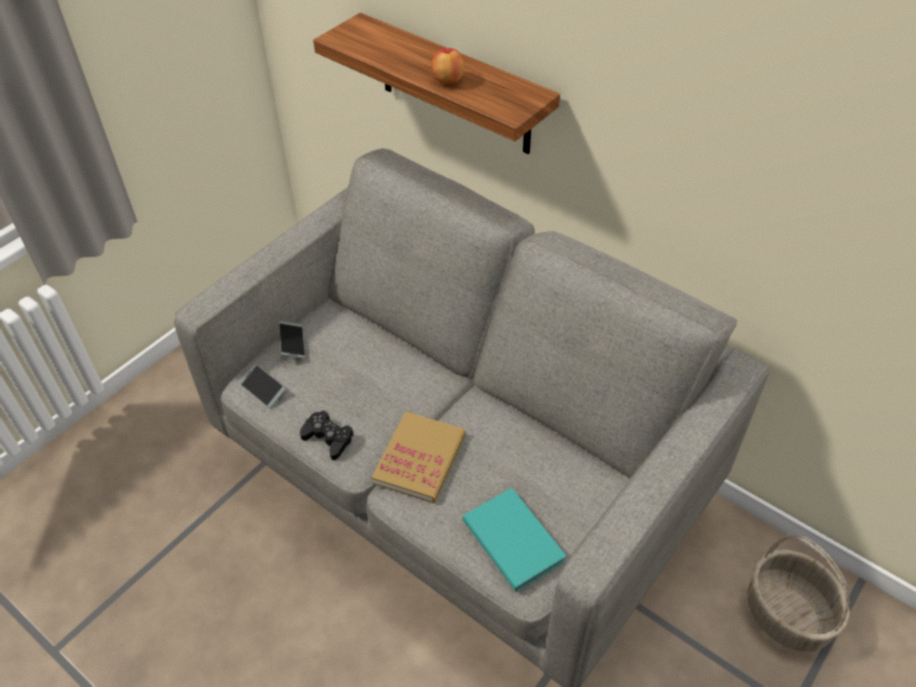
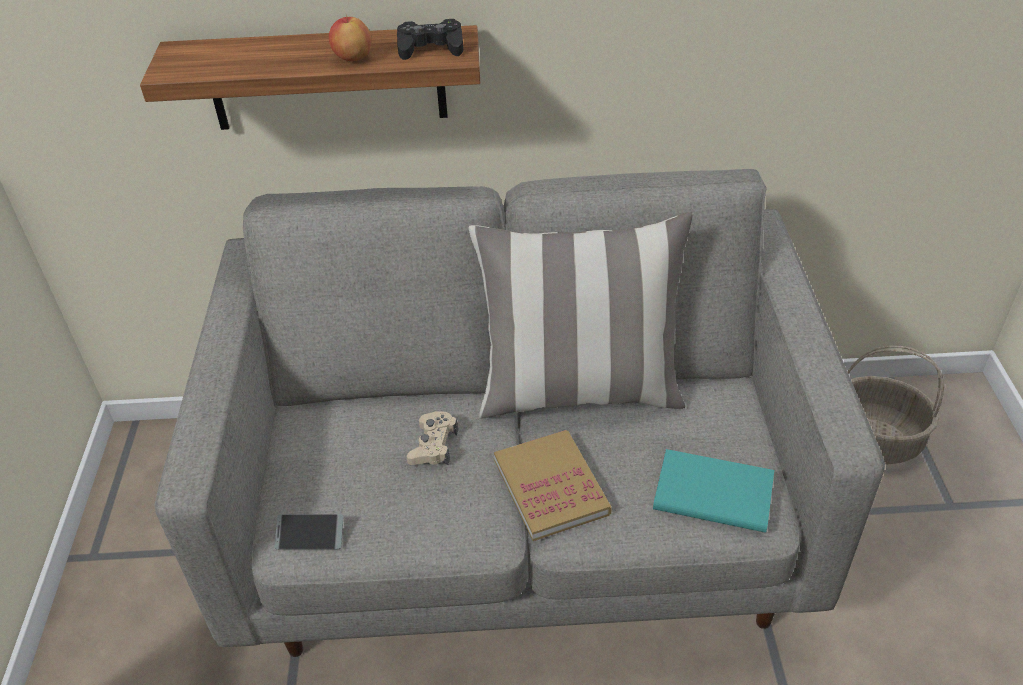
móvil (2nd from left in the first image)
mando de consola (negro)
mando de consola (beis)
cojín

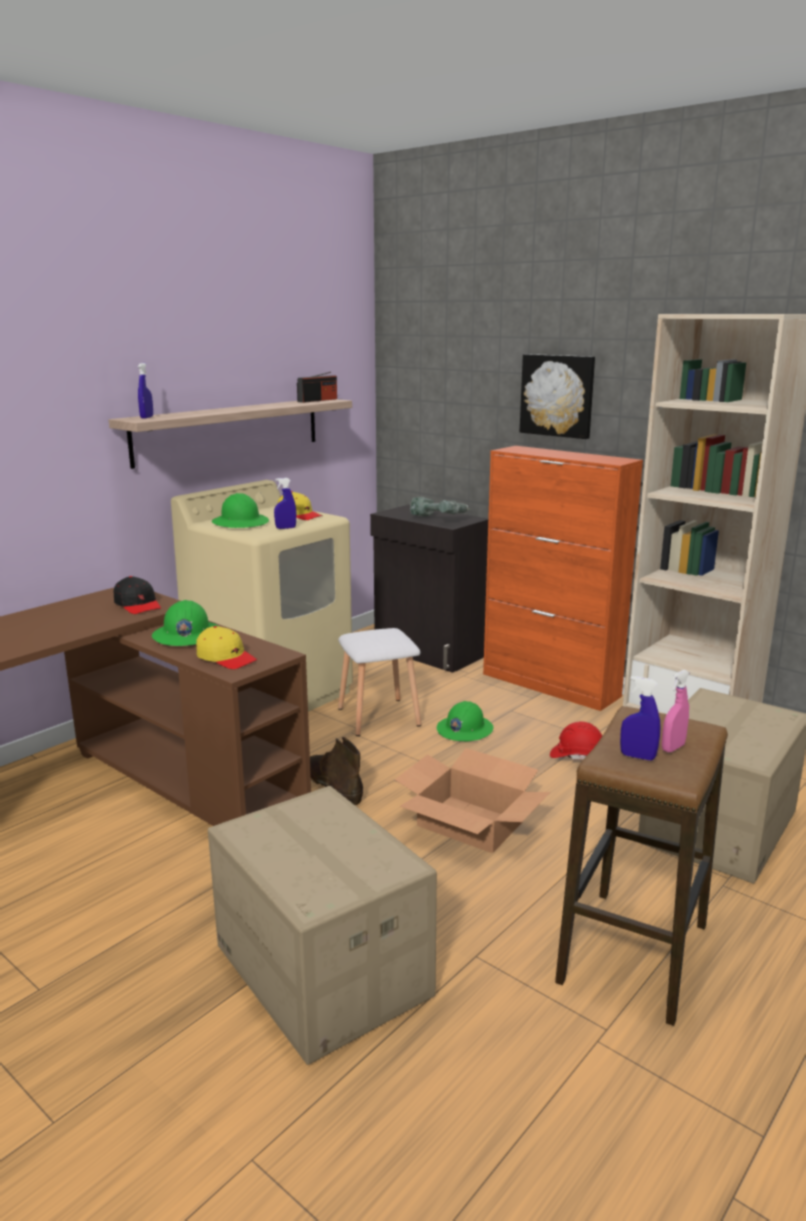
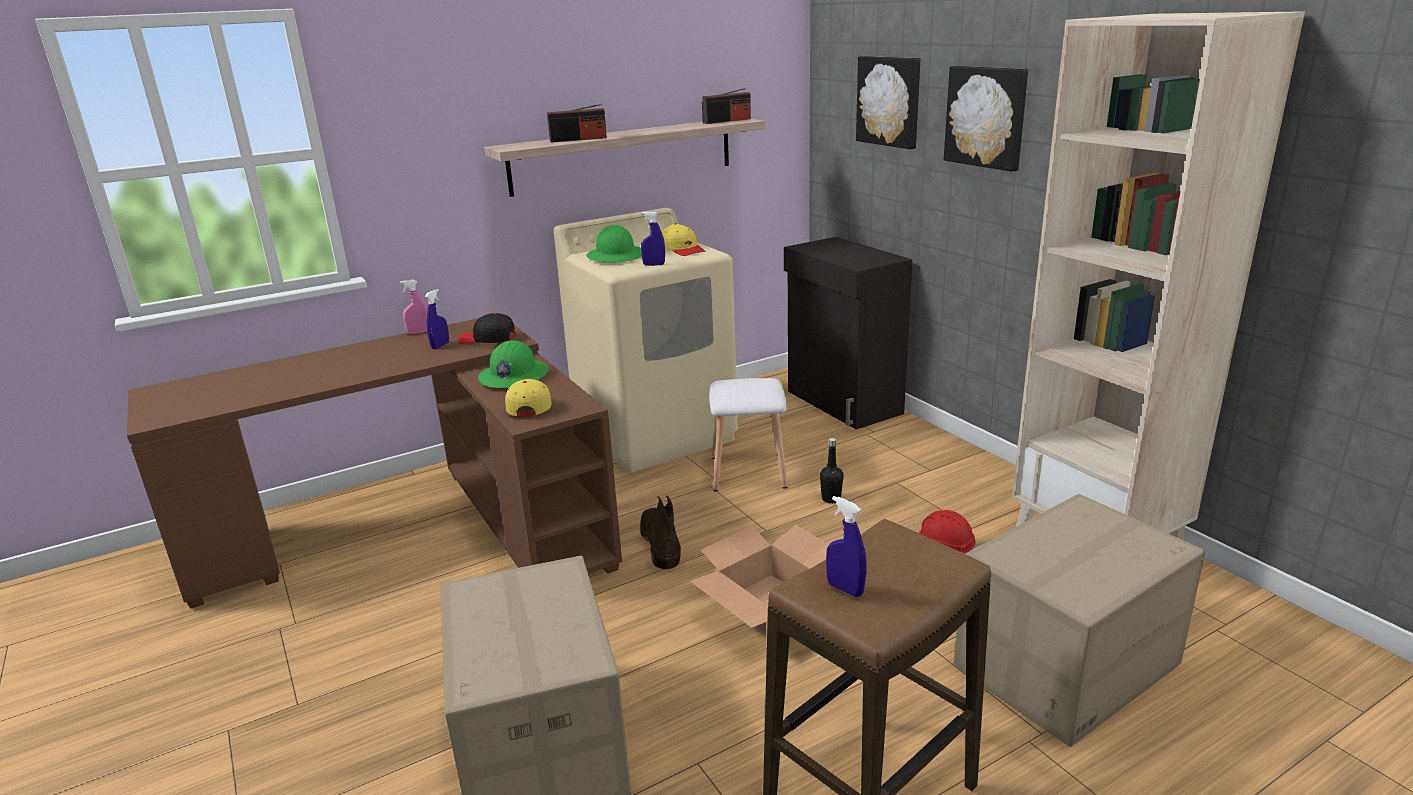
gorra (negro)
pulverizador (azul) (1st from left)
gorra (amarillo) (1st from left)
taladro
botella (negro)
armario (naranja)
pulverizador (rosa)
radio (1st from left)
cuadro (1st from left)

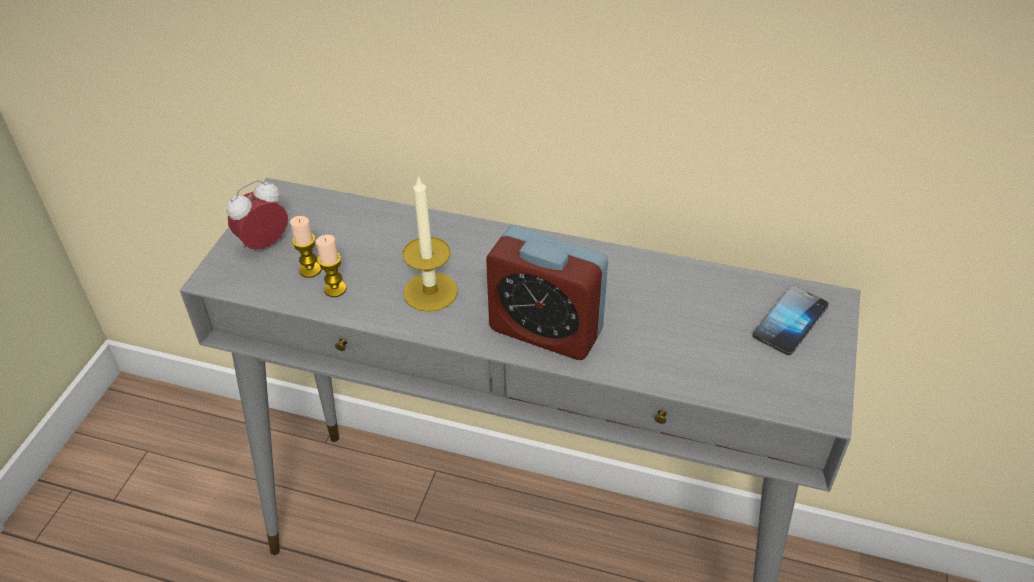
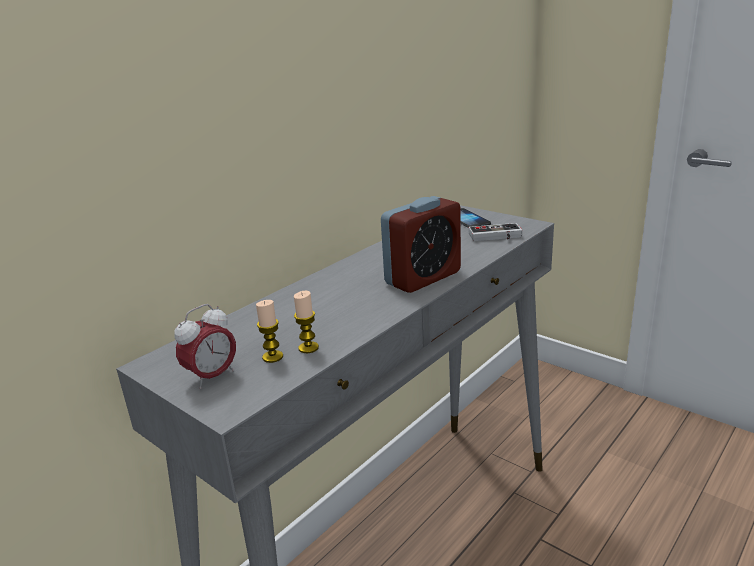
despertador (1st from left)
vela (3rd from left in the first image)
mando de consola

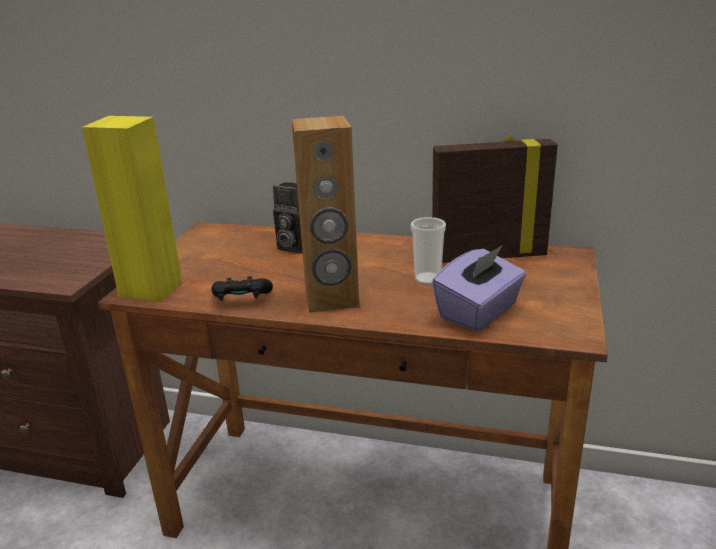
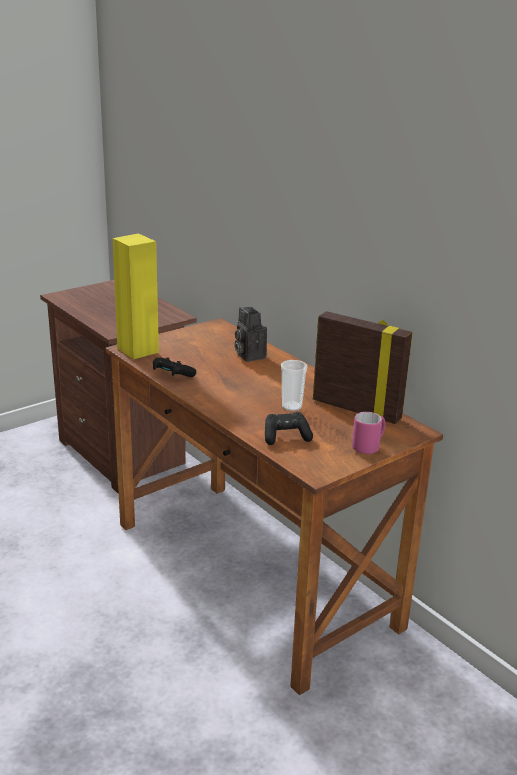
altavoz (marrón)
mando de consola (negro) (2nd from left)
taza grande (rosa)

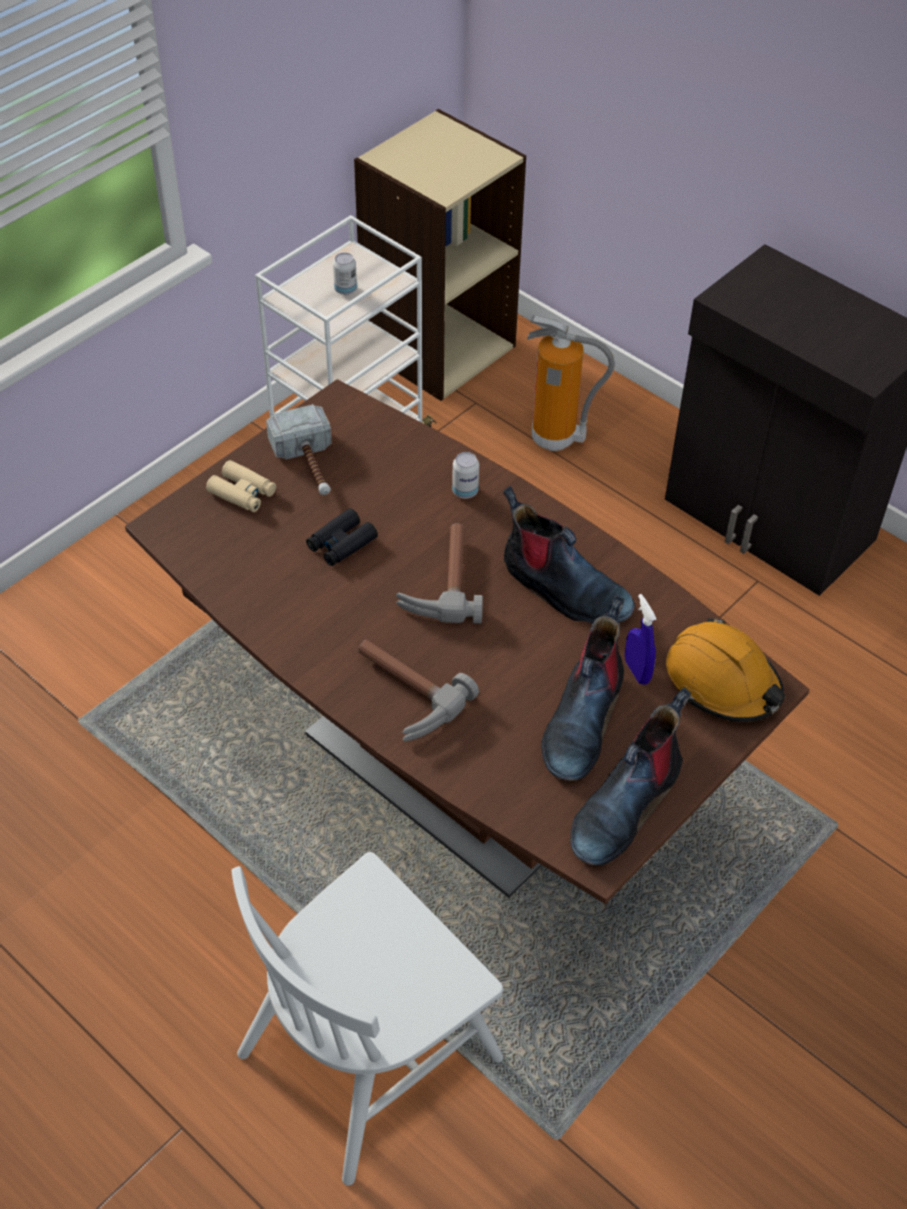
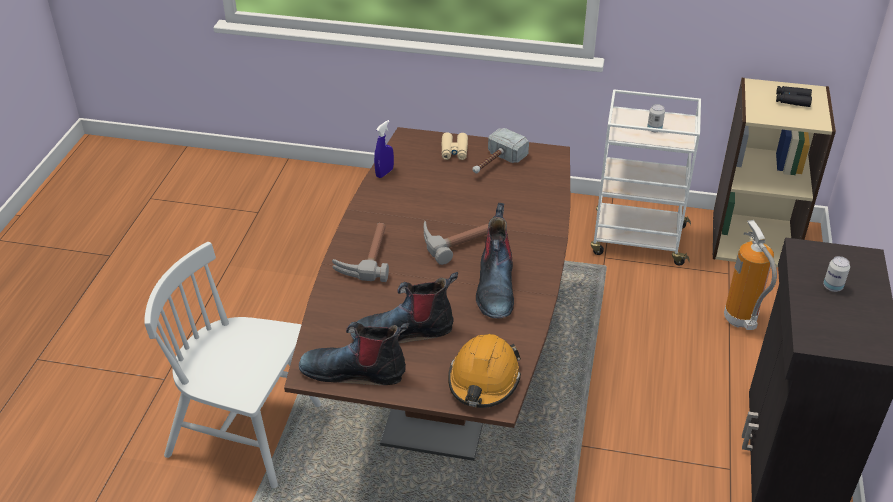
prismáticos (negro)
lata (2nd from left)
pulverizador (azul)

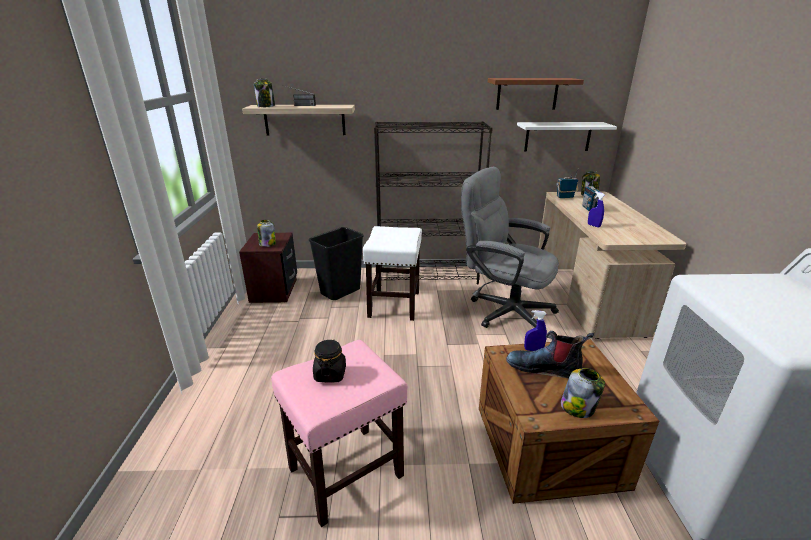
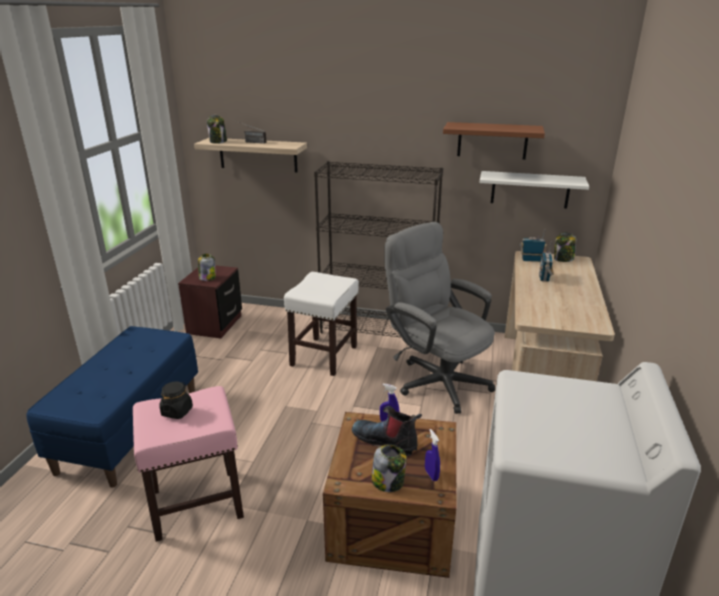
papelera (negro)
pulverizador (azul) (2nd from left)
banco (azul)

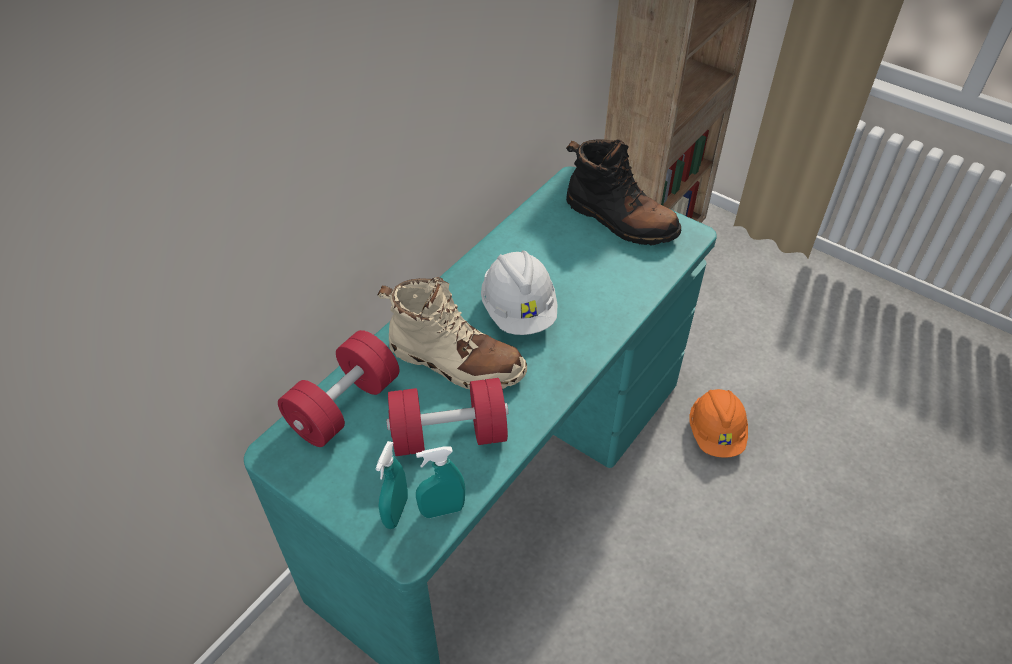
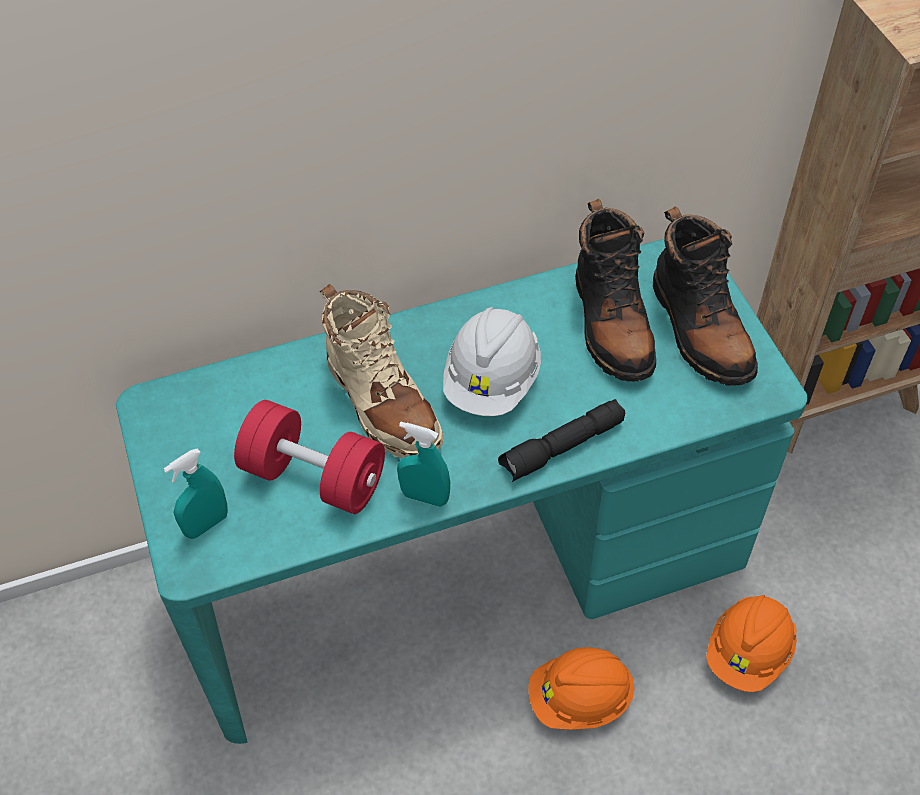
mancuerna (rojo) (1st from left in the first image)
pulverizador (turquesa) (2nd from left)
linterna (negro)
casco (naranja) (1st from left)
bota (negro) (1st from left)

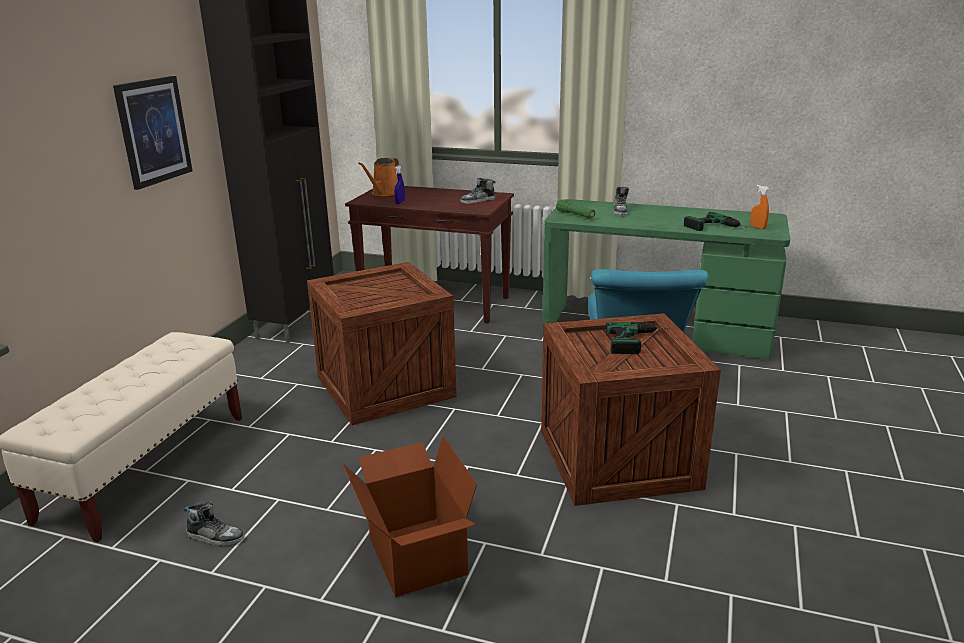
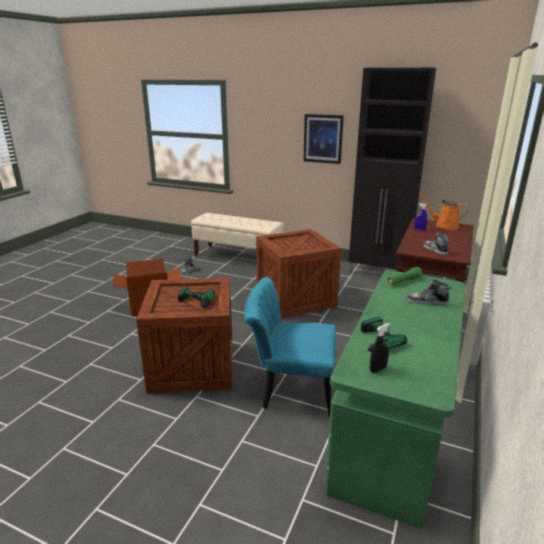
pulverizador (negro)

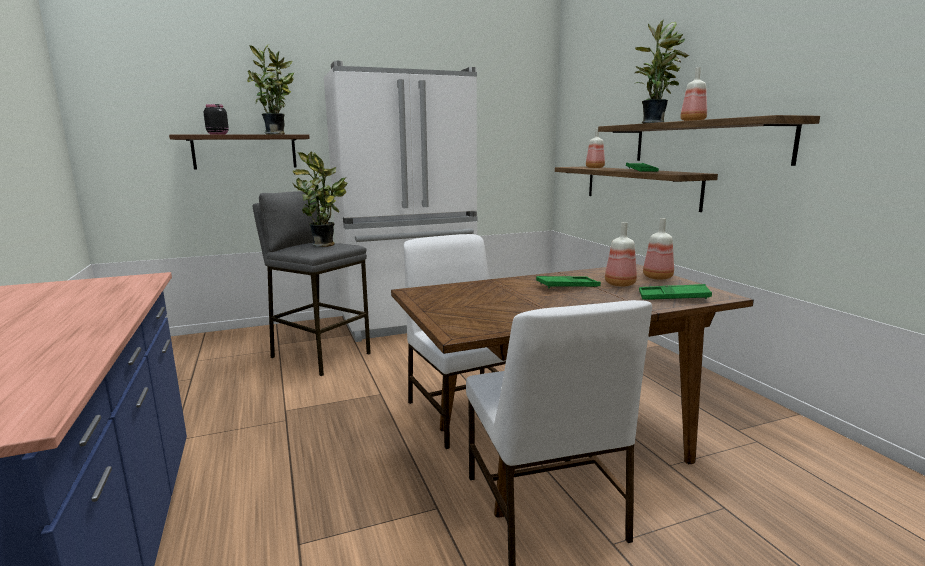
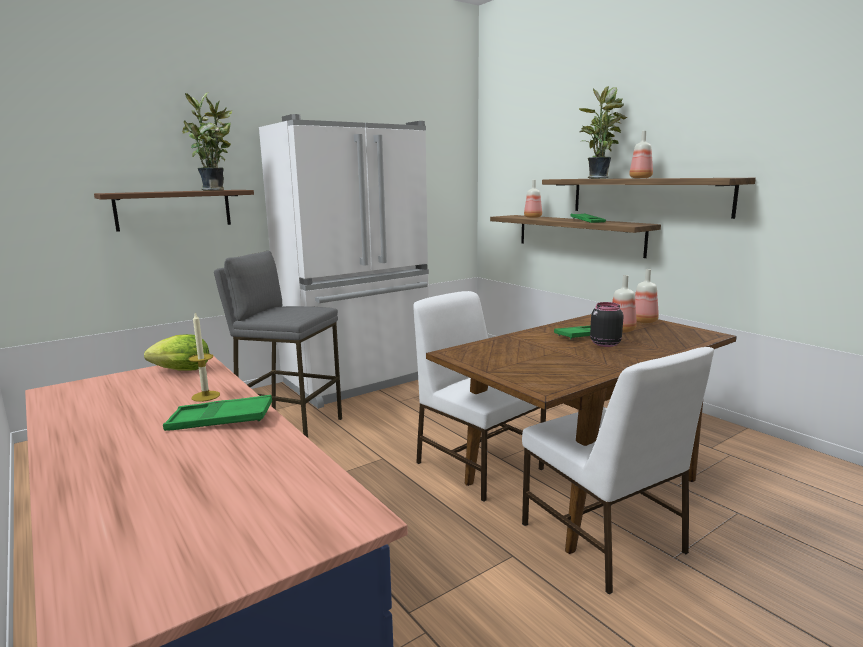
tarro (negro)
planta en maceta (2nd from left in the first image)
bandeja (verde) (1st from left)
lechuga
vela

